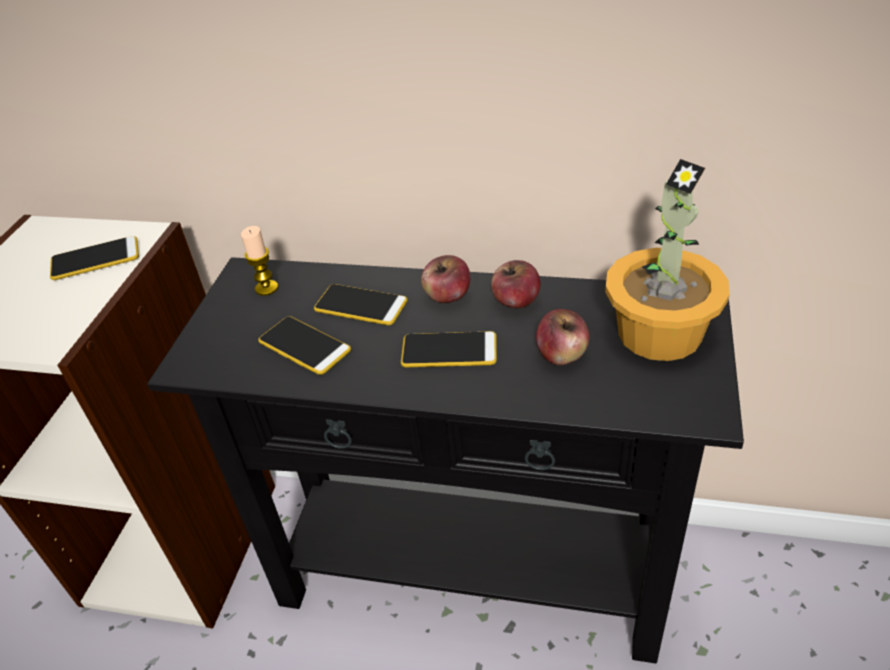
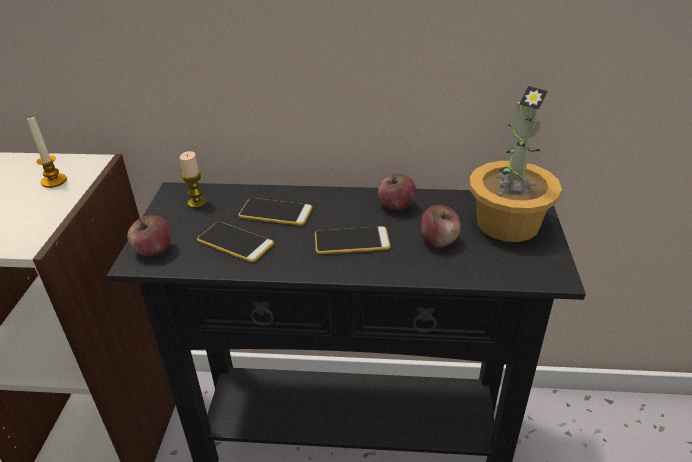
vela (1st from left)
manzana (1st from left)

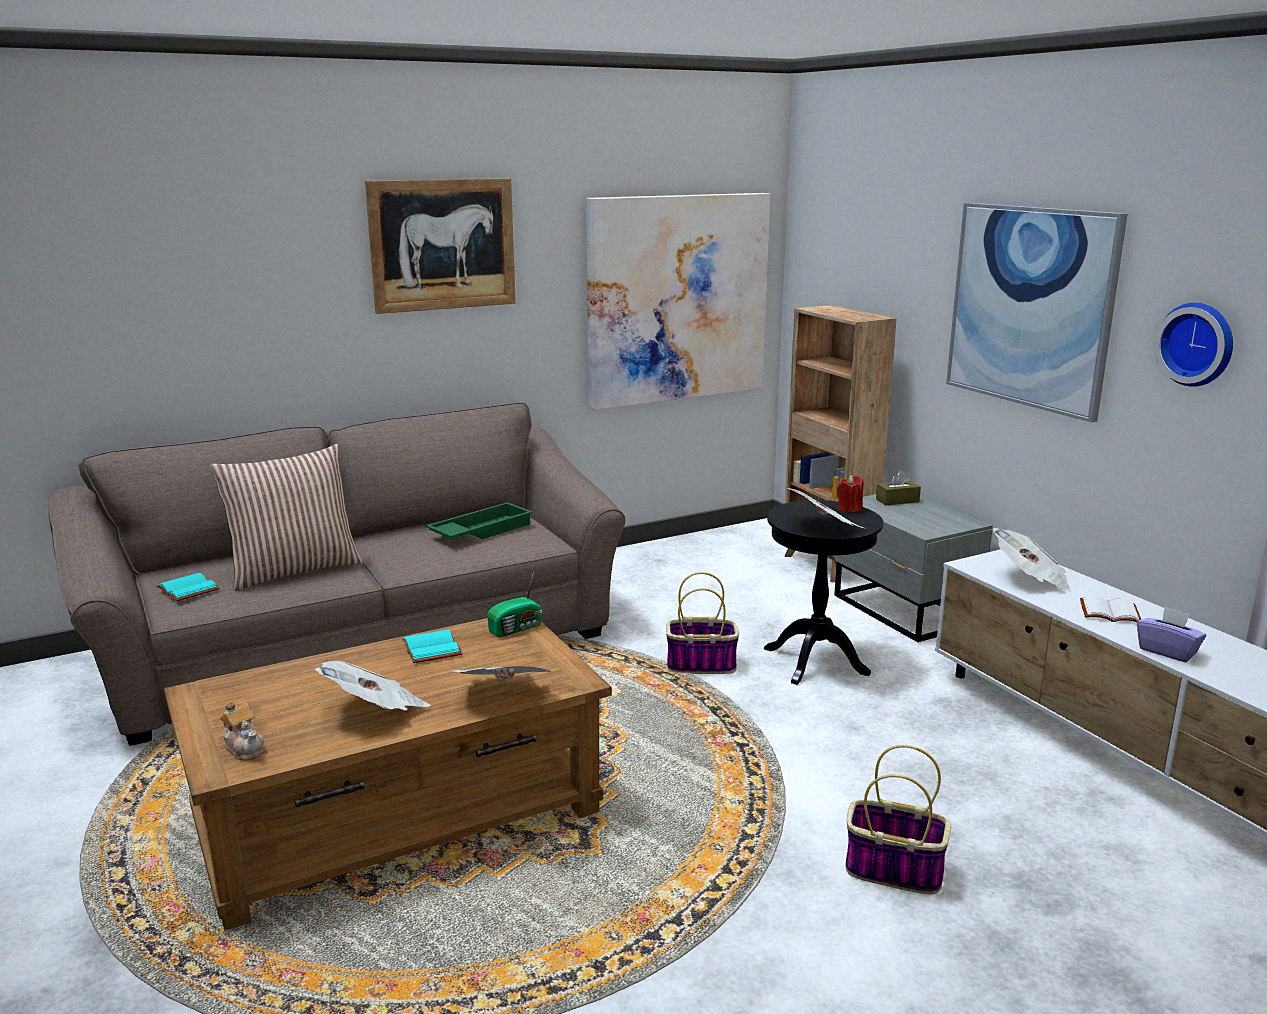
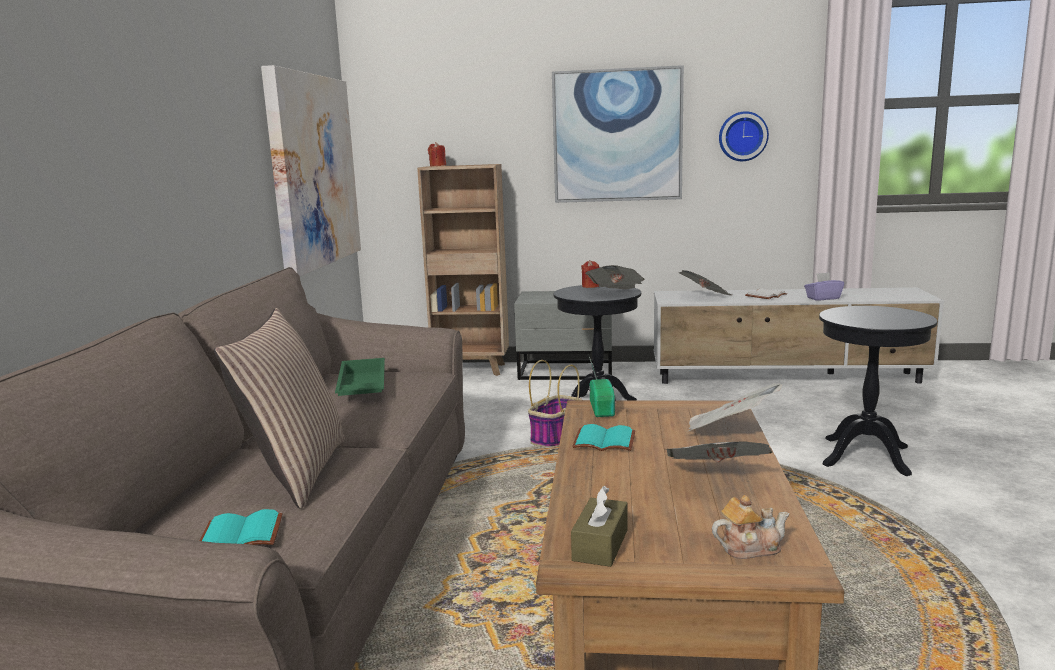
cuadro (1st from left in the first image)
mesa auxiliar (negro) (2nd from left)
caja de pañuelos (marrón)
vela (rojo) (1st from left)

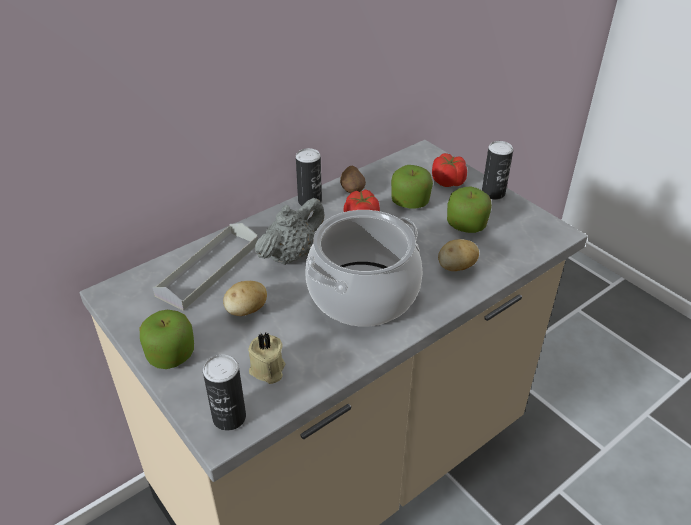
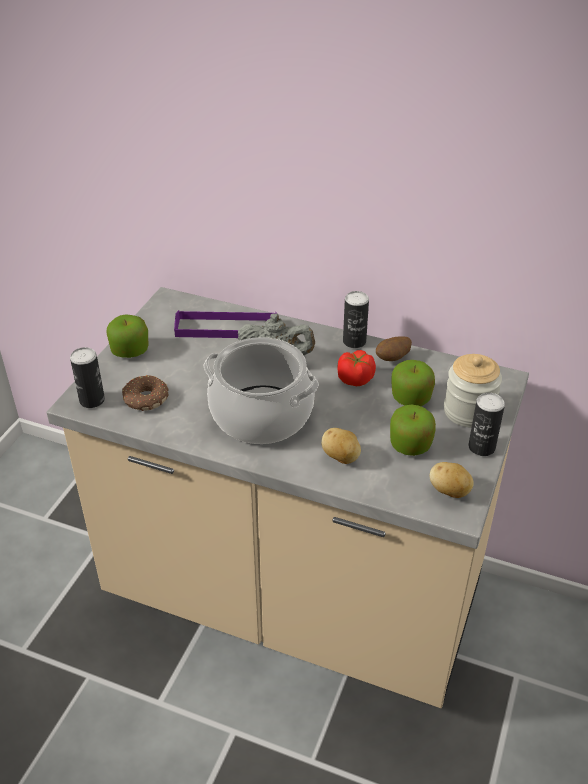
bandeja (morado)
patata (3rd from left)
rosquilla
tarro

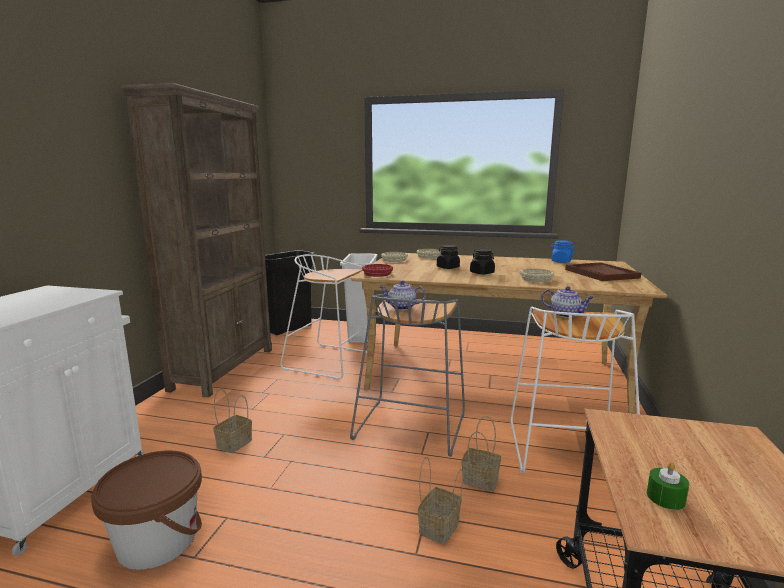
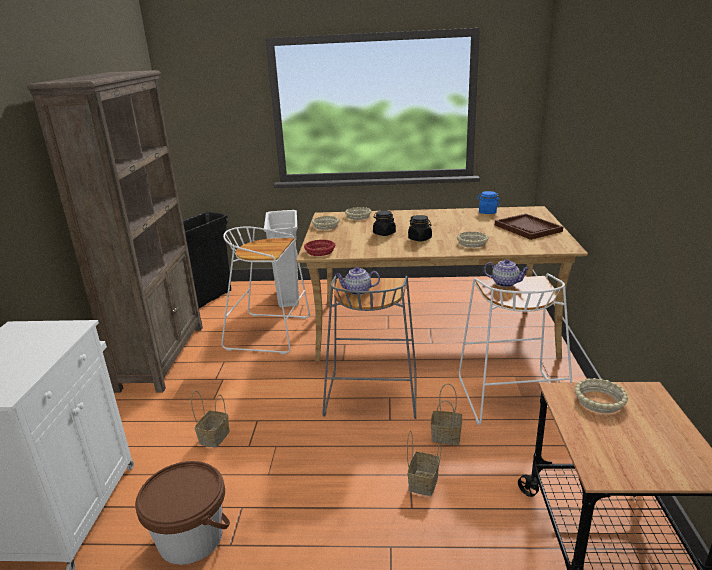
vela (verde)
cuenco (beis) (4th from left)

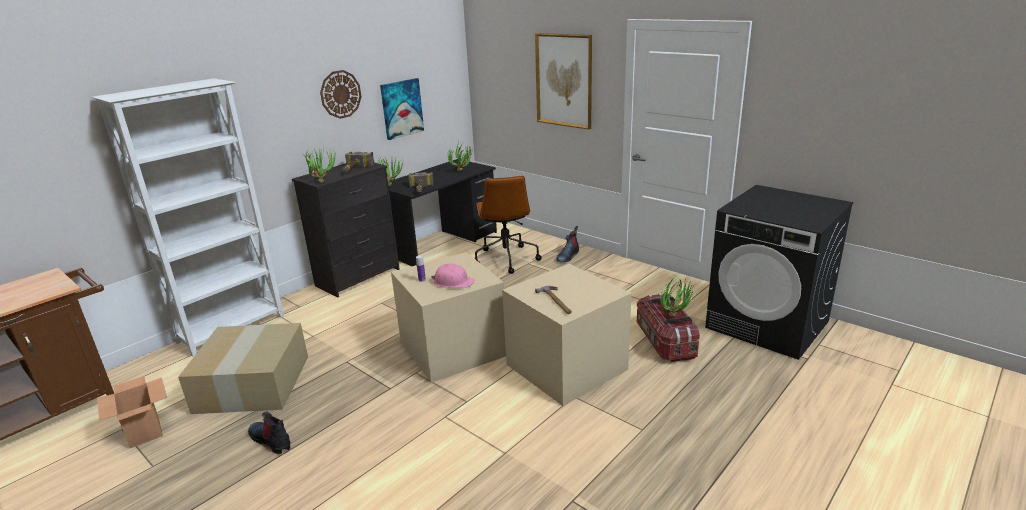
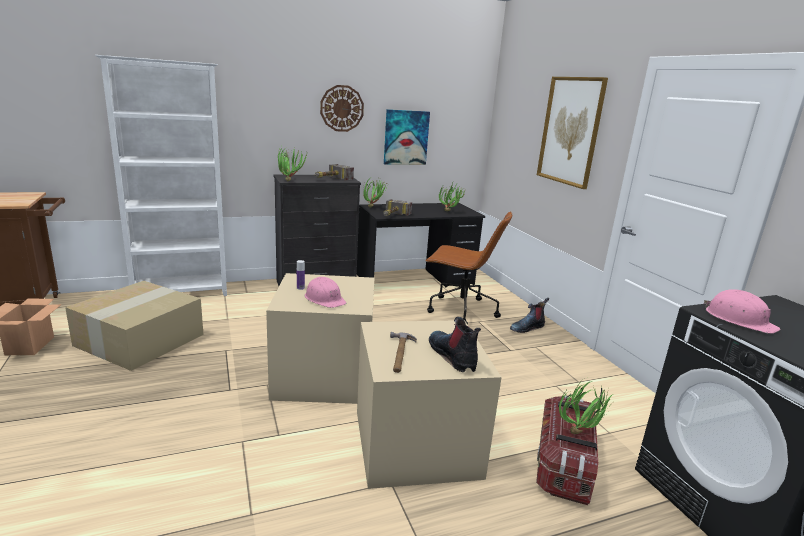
bota (1st from left)
silla de oficina (marrón)
casco (rosa) (2nd from left)

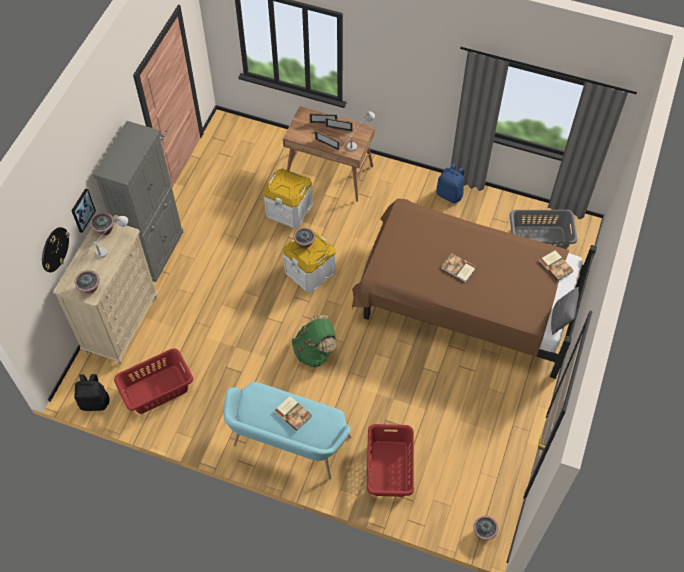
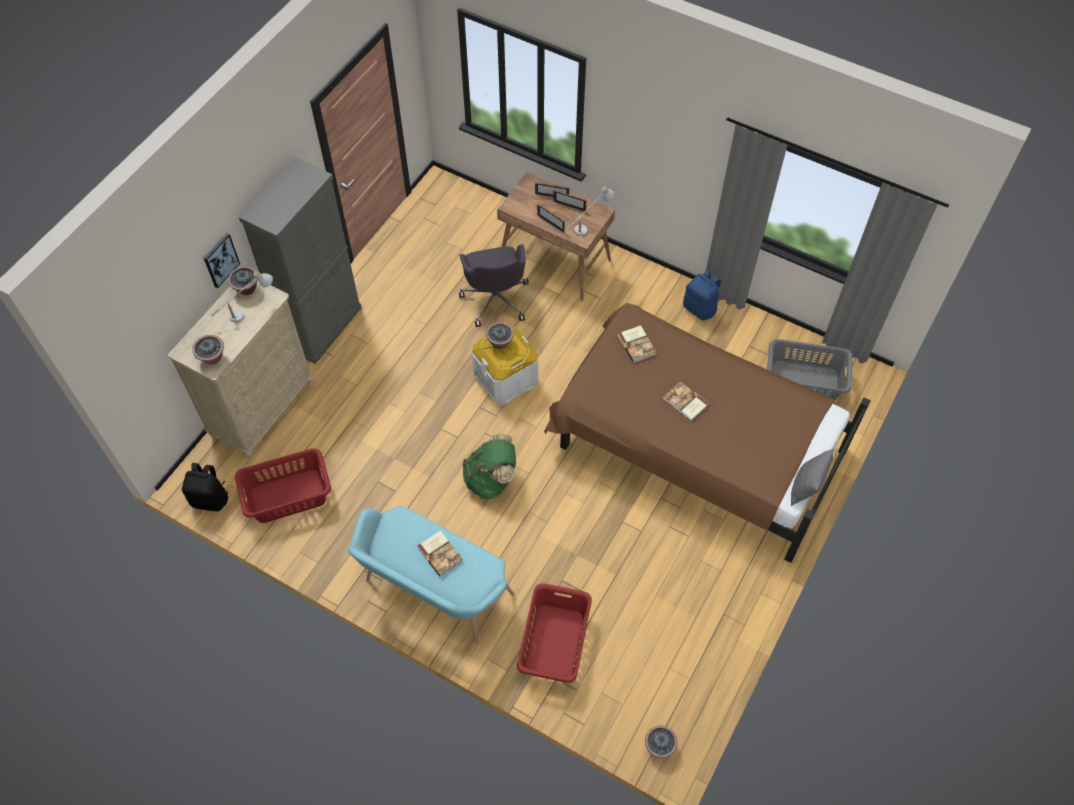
reloj de pared
silla de oficina (gris)
libro (2nd from left)

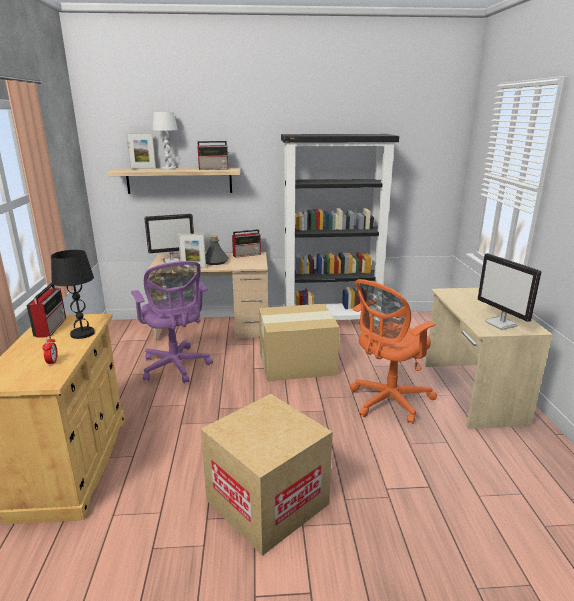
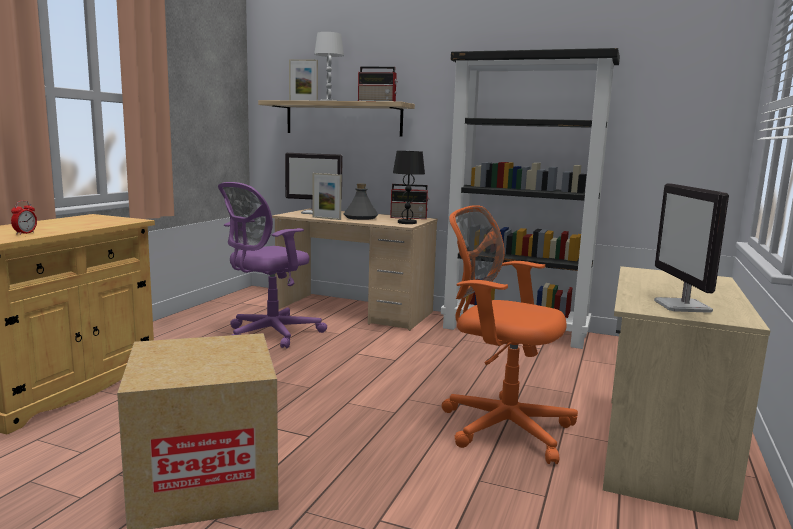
radio (1st from left in the first image)
lámpara de mesa (negro)
silla de oficina (morado)
caja de cartón (2nd from left in the first image)
silla de oficina (naranja)

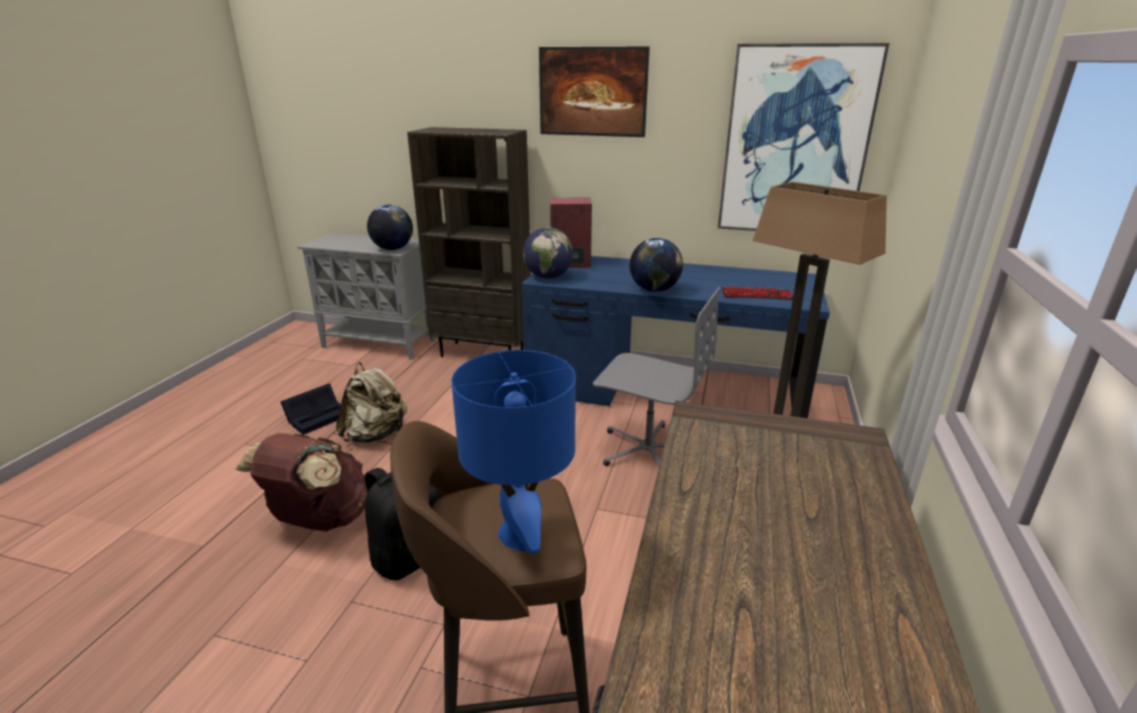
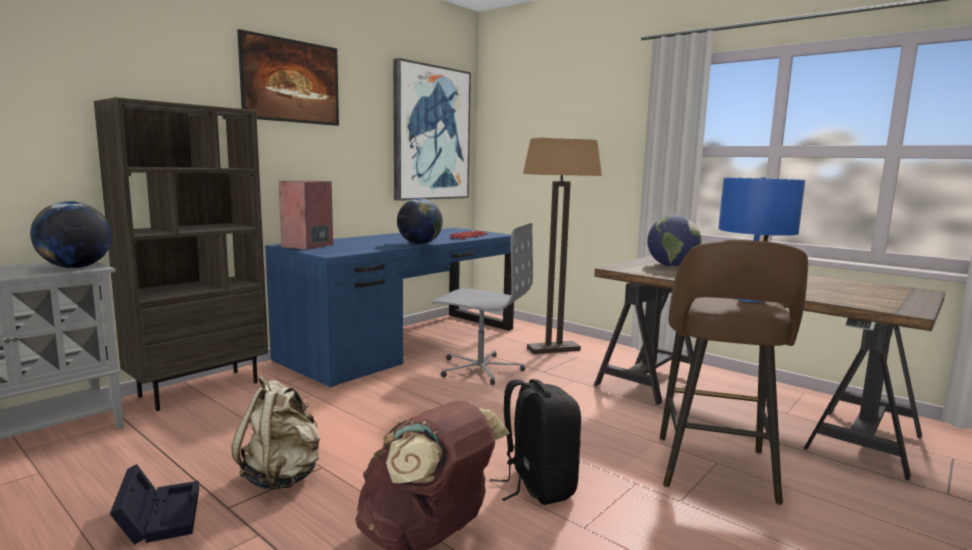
globo terráqueo (3rd from left)
silla de oficina (gris)

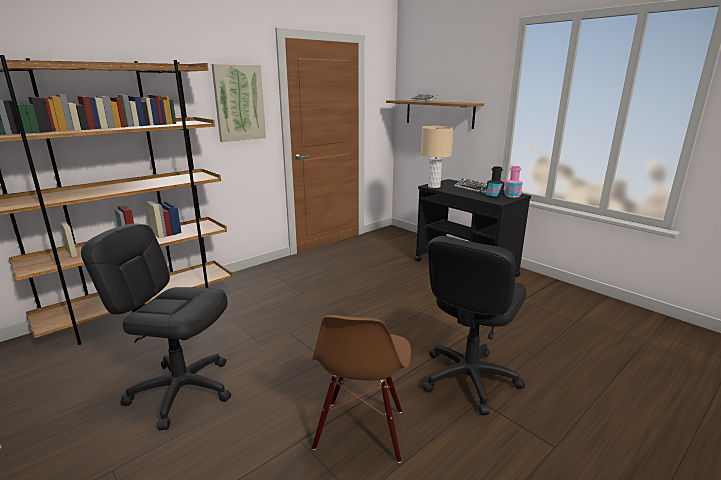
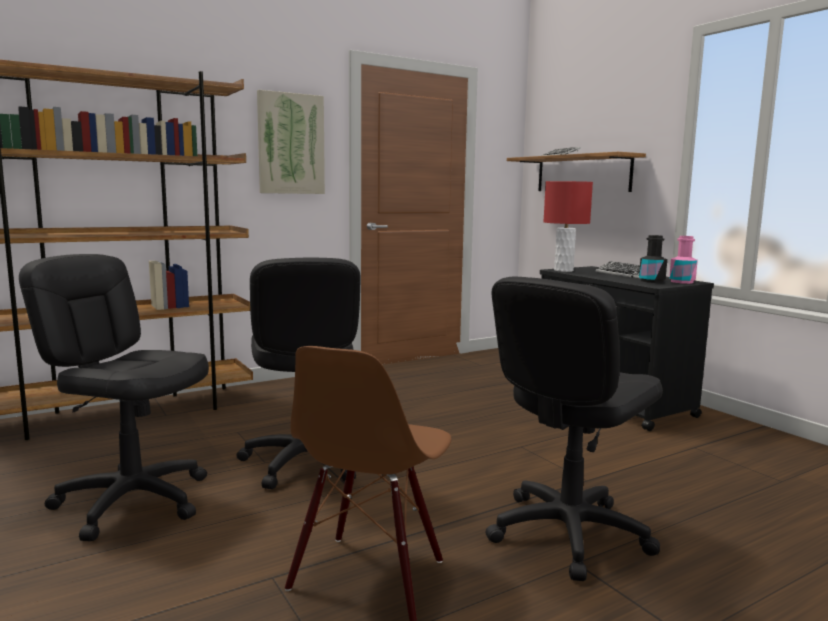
lámpara de mesa (rojo)
silla de oficina (negro) (2nd from left)

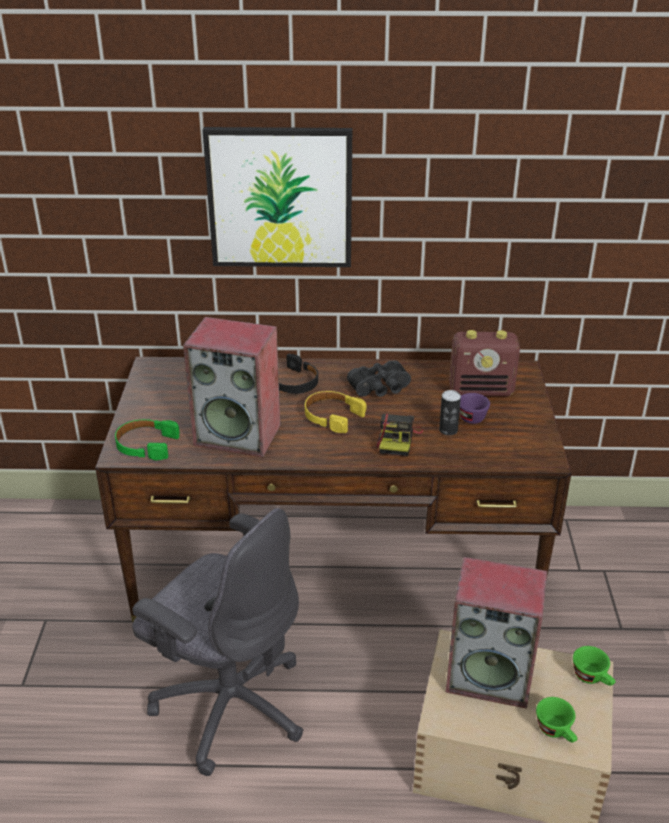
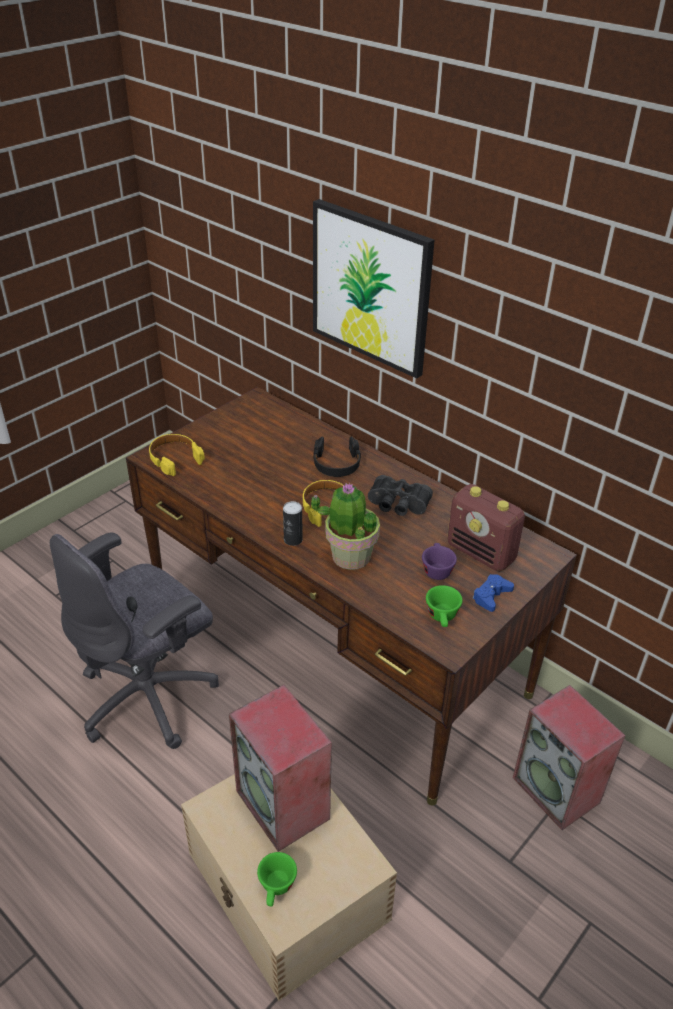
auriculares (amarillo) (1st from left)
silla de oficina (gris)
altavoz (2nd from left)
planta en maceta
lata
taza (verde) (2nd from left)
mando de consola (azul)

